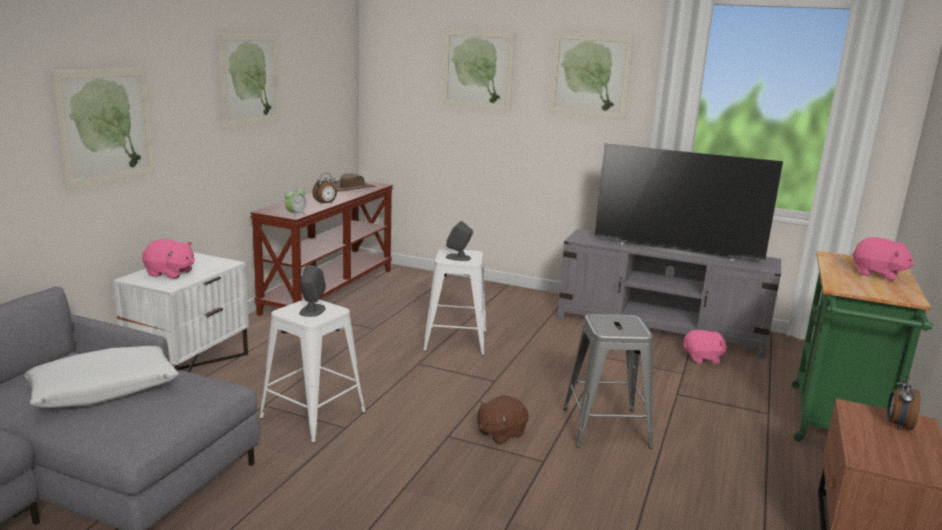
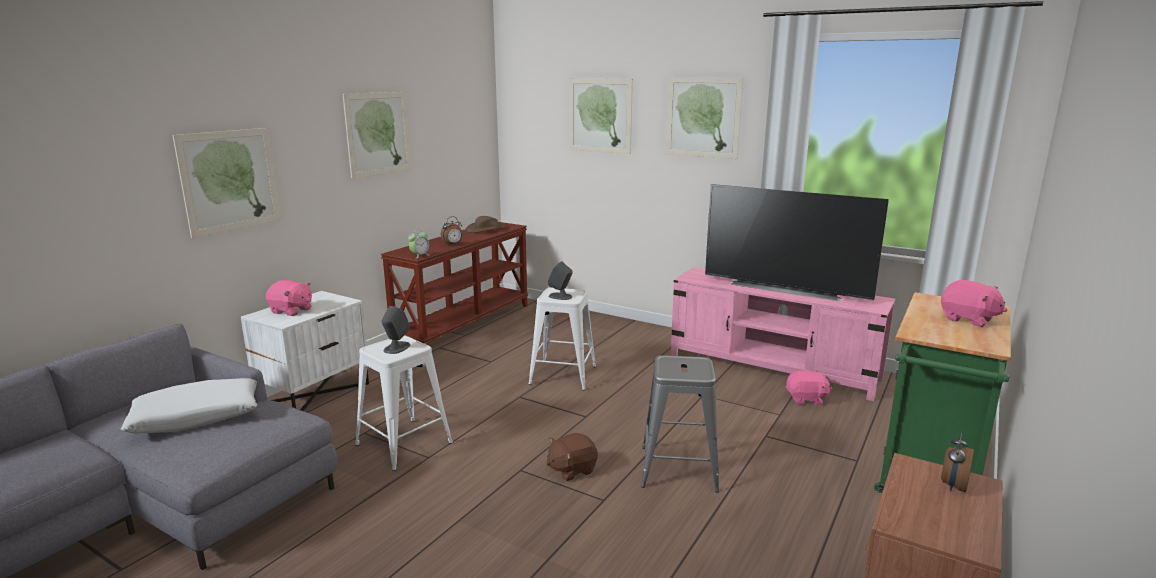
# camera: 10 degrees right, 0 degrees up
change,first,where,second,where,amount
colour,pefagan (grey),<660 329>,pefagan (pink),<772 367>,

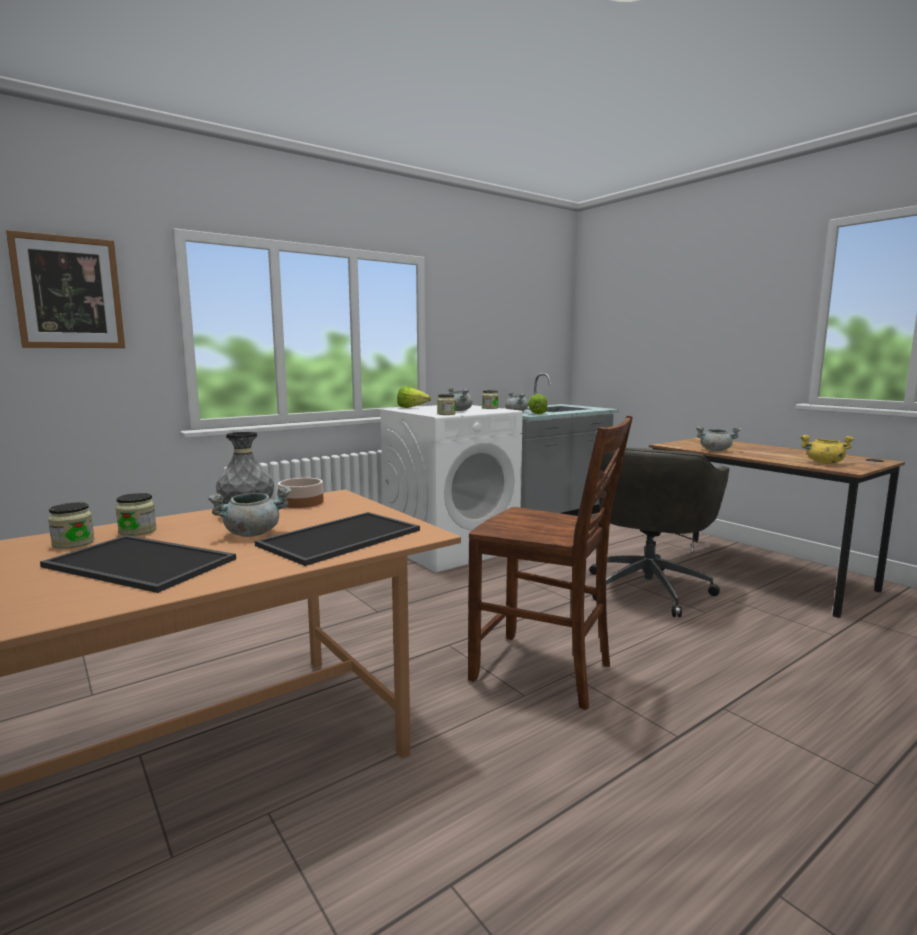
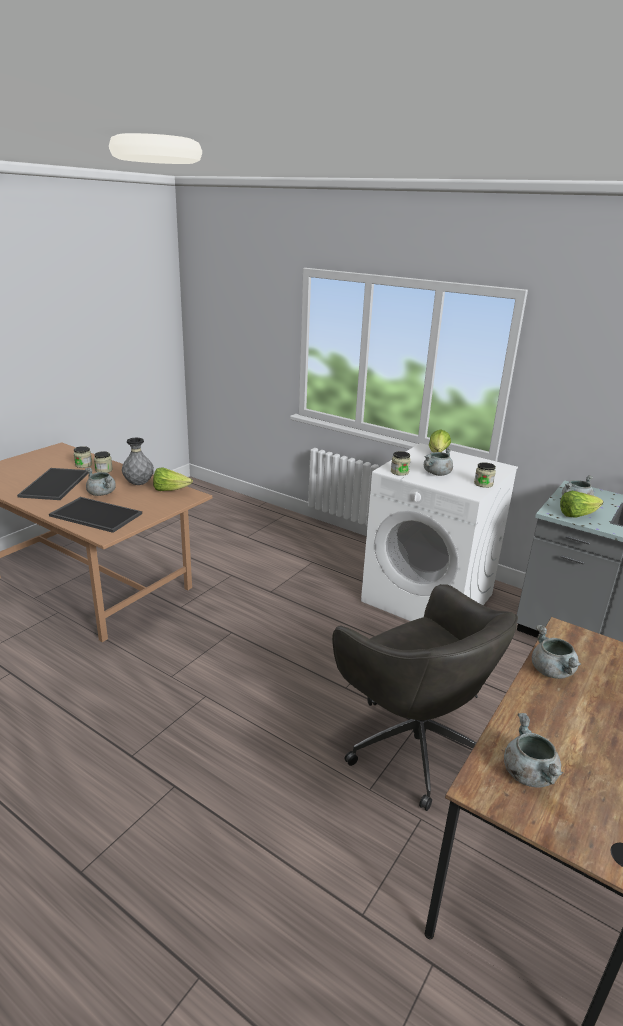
# camera: 70 degrees right, 15 degrees up
change,first,where,second,where,amount
missing,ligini,<68 292>,,,
missing,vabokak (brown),<544 672>,,,
exchanged,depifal,<300 502>,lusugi,<170 490>,
colour,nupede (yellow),<824 463>,nupede (grey),<528 773>,
spun,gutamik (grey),<649 588>,,<412 743>,135 degrees counterclockwise

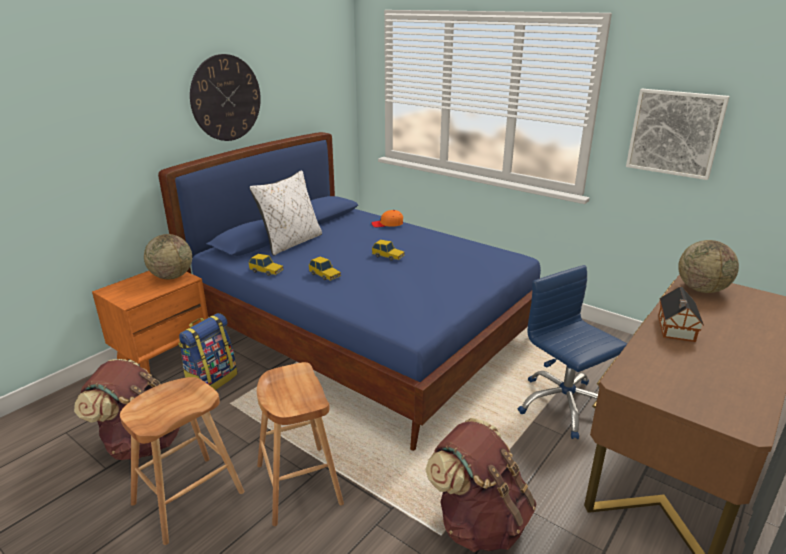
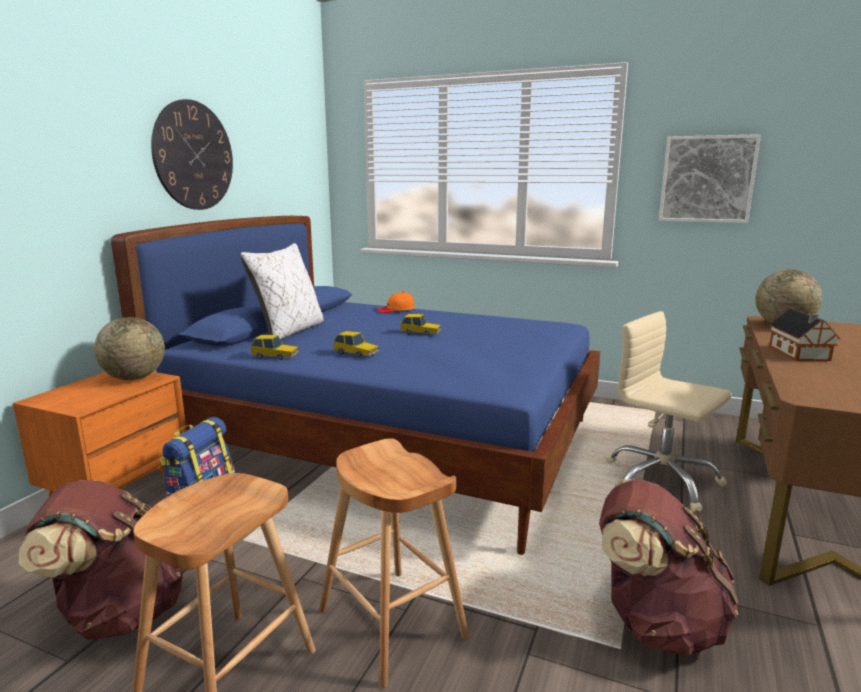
# camera: 15 degrees left, 10 degrees down
change,first,where,second,where,amount
colour,gutamik (blue),<564 405>,gutamik (beige),<661 481>,

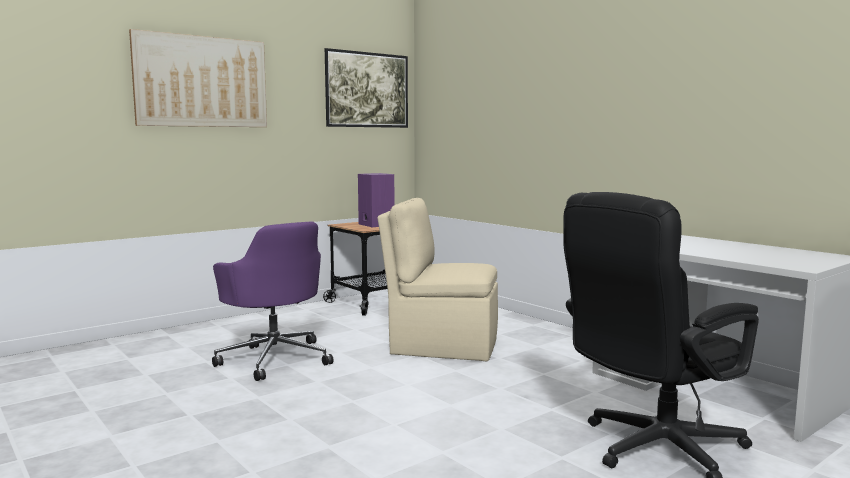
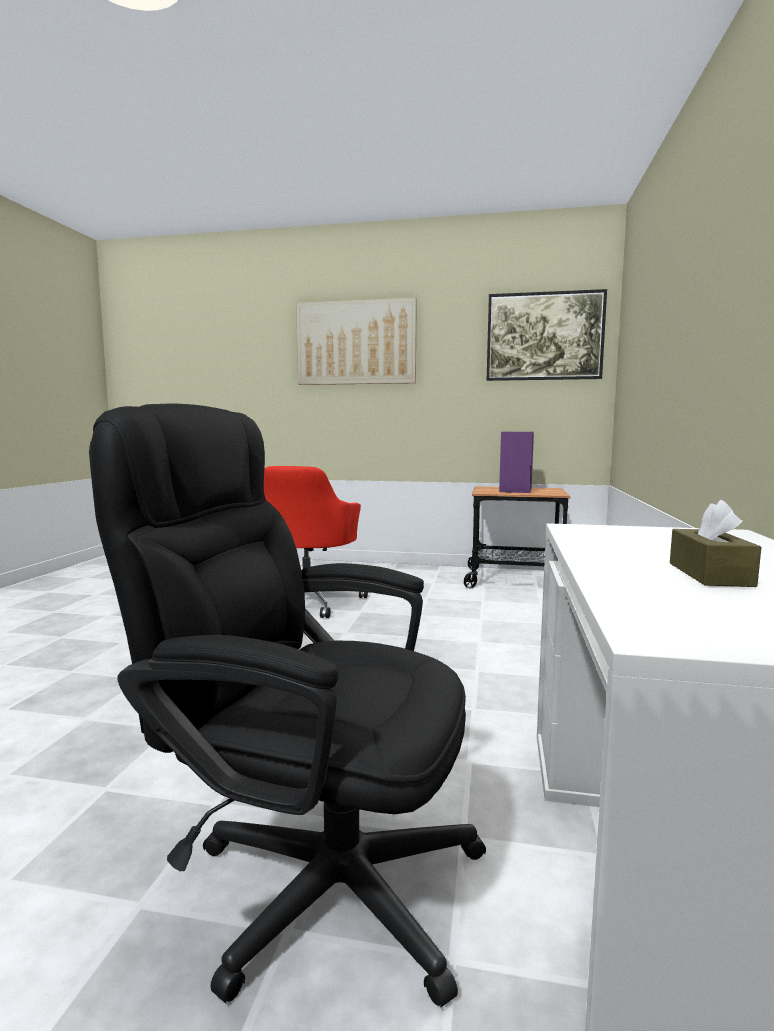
# camera: 50 degrees right, 0 degrees up
change,first,where,second,where,amount
missing,vabokak (beige),<441 346>,,,
appeared,,,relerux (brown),<709 574>,
colour,gutamik (purple),<275 358>,gutamik (red),<308 600>,

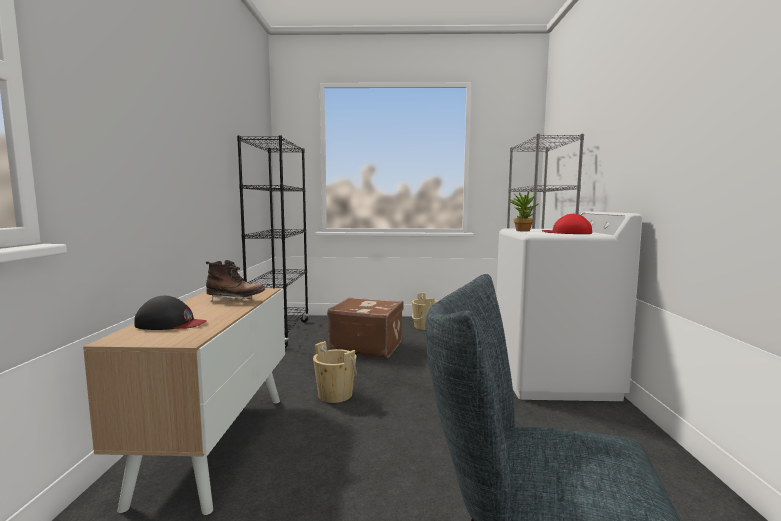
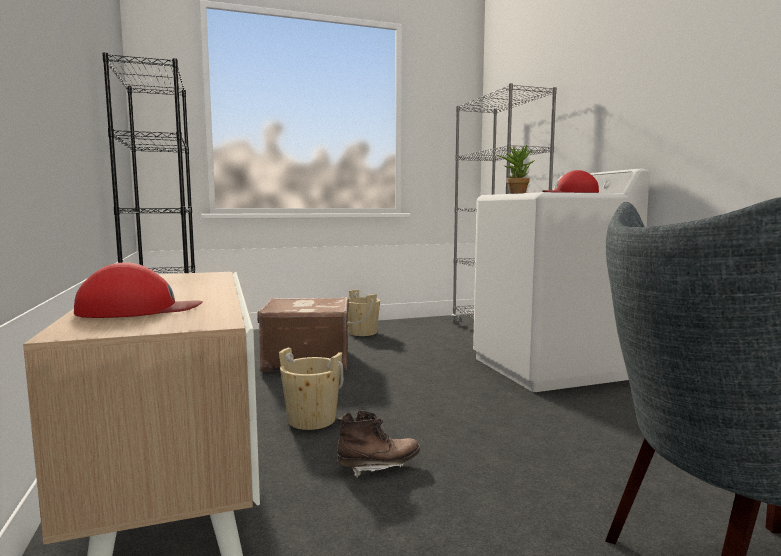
# camera: 20 degrees left, 0 degrees up
change,first,where,second,where,amount
relocated,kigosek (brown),<235 300>,,<378 466>,
colour,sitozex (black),<170 323>,sitozex (red),<138 309>,

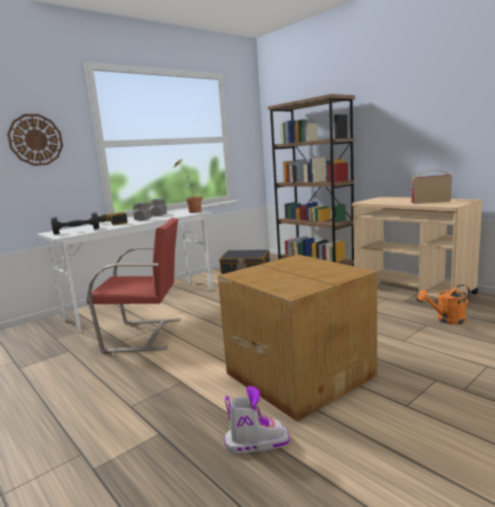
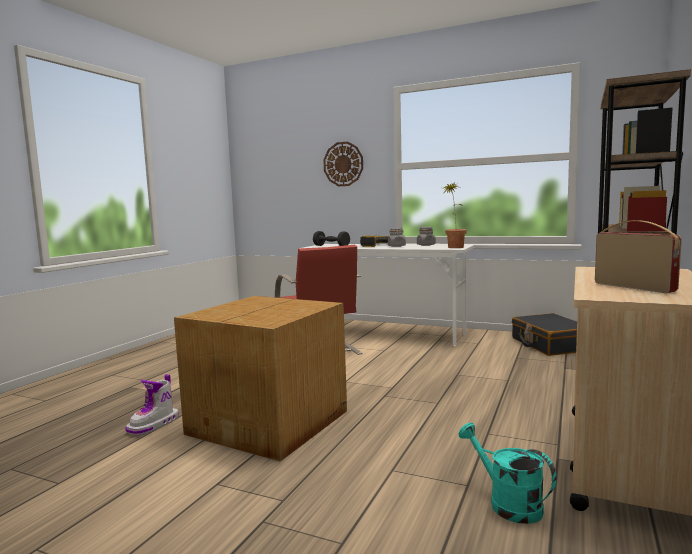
# camera: 65 degrees right, 5 degrees down
change,first,where,second,where,amount
colour,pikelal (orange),<446 320>,pikelal (turquoise),<507 503>,
spun,kigosek,<256 442>,,<154 425>,60 degrees clockwise

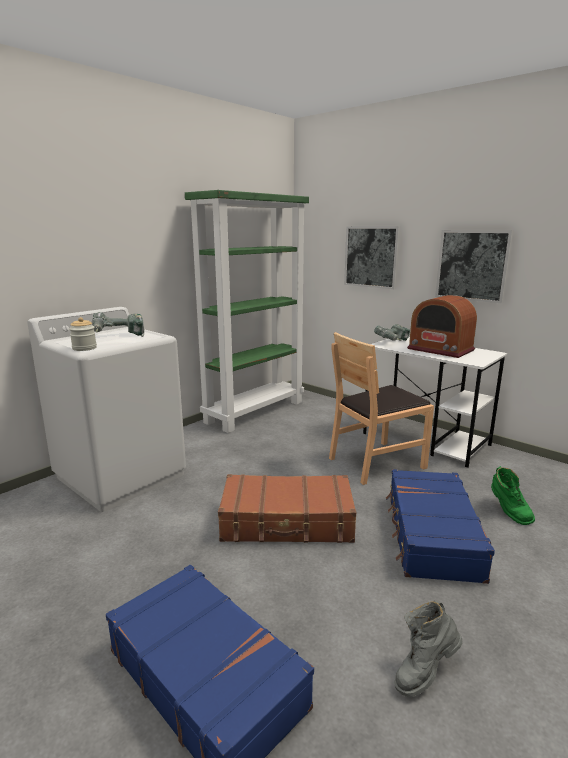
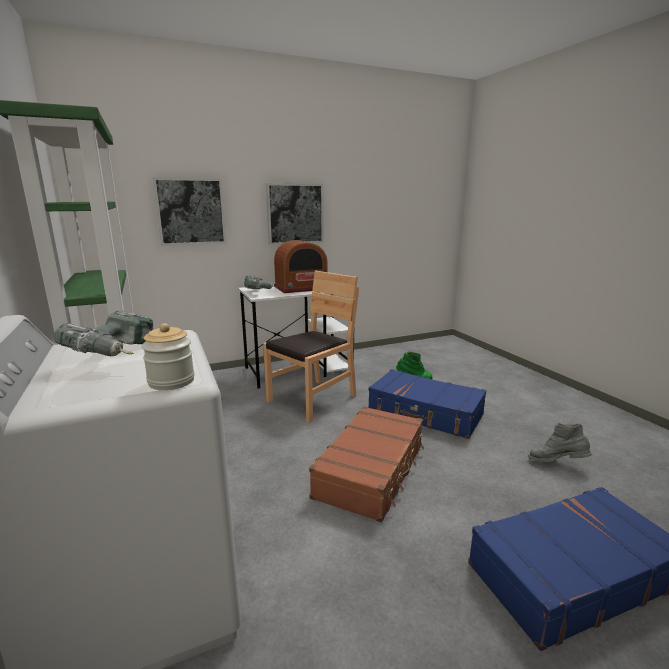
# camera: 65 degrees left, 0 degrees up
change,first,where,second,where,amount
spun,vabokak (brown),<376 462>,,<312 399>,135 degrees counterclockwise
spun,kigosek (grey),<424 671>,,<556 464>,120 degrees clockwise

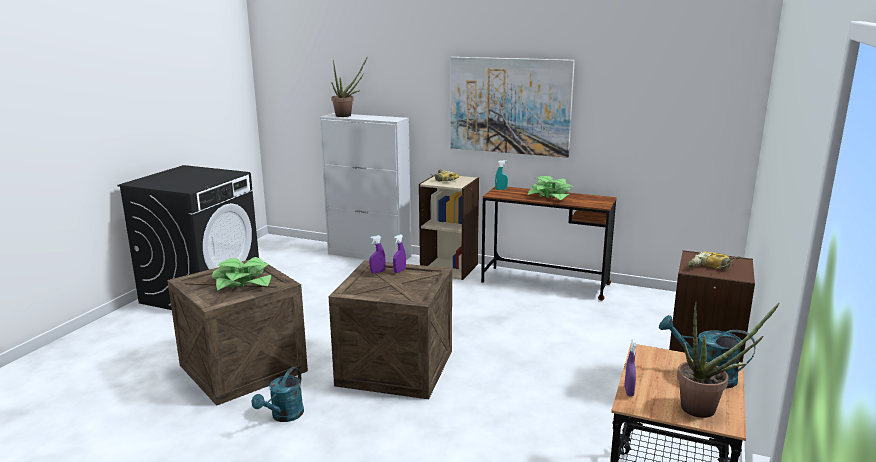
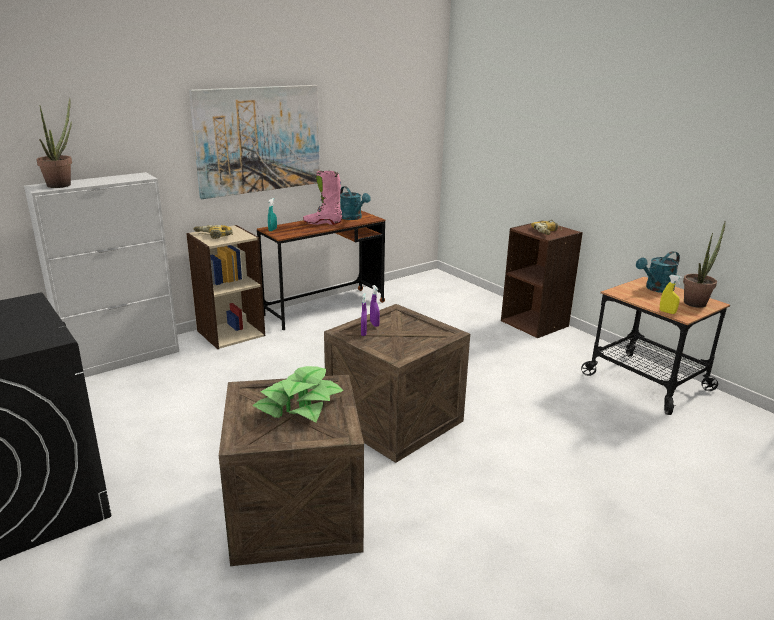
# camera: 60 degrees left, 5 degrees up
change,first,where,second,where,amount
relocated,pikelal (turquoise),<284 416>,,<353 218>,
exchanged,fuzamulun,<550 196>,kigosek (pink),<322 223>,
colour,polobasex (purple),<629 391>,polobasex (yellow),<667 312>,

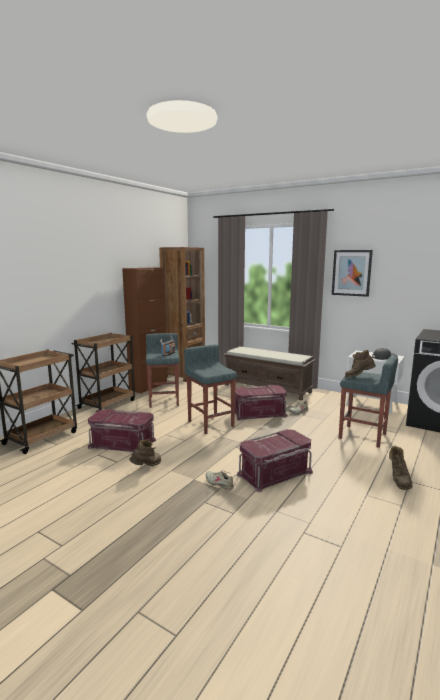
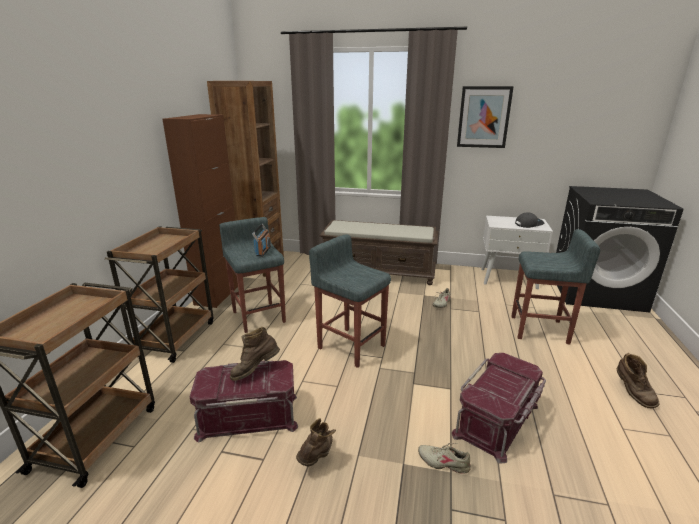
# camera: 20 degrees left, 10 degrees up
change,first,where,second,where,amount
missing,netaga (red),<259 413>,,,
relocated,kigosek (brown),<358 377>,,<255 371>,

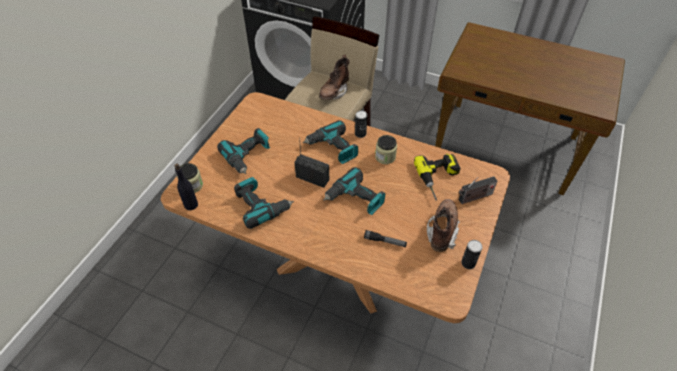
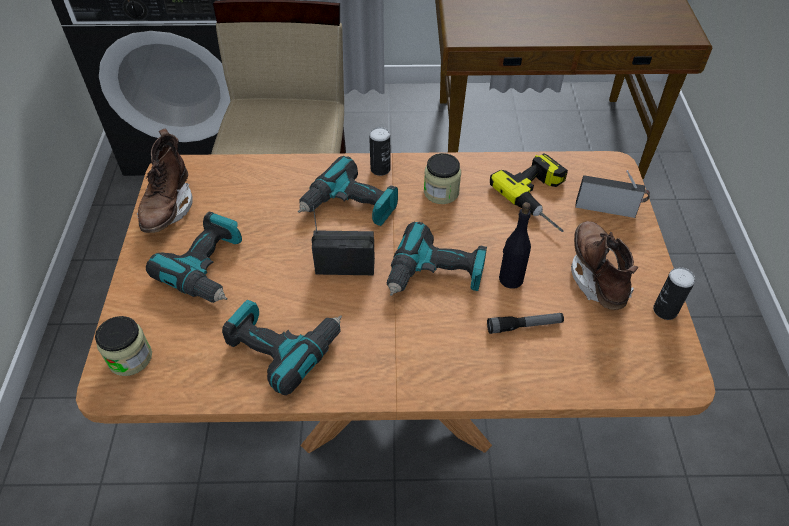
# camera: 25 degrees left, 0 degrees up
change,first,where,second,where,amount
relocated,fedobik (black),<191 204>,,<510 279>,
relocated,kigosek (brown),<334 92>,,<168 208>,
spun,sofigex,<474 198>,,<608 209>,120 degrees counterclockwise

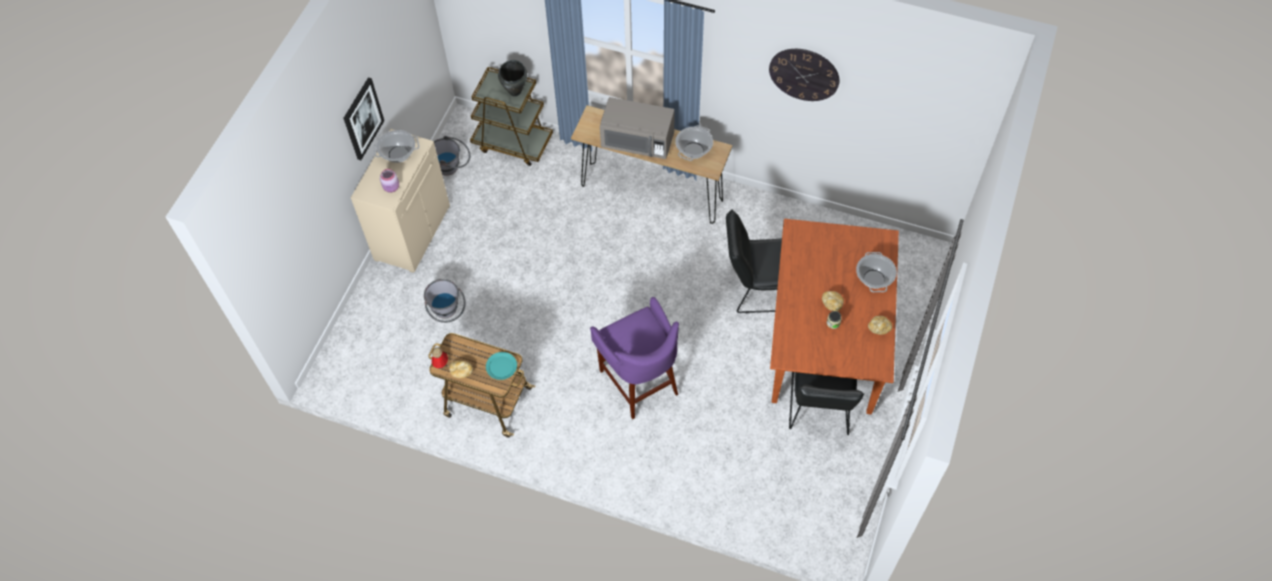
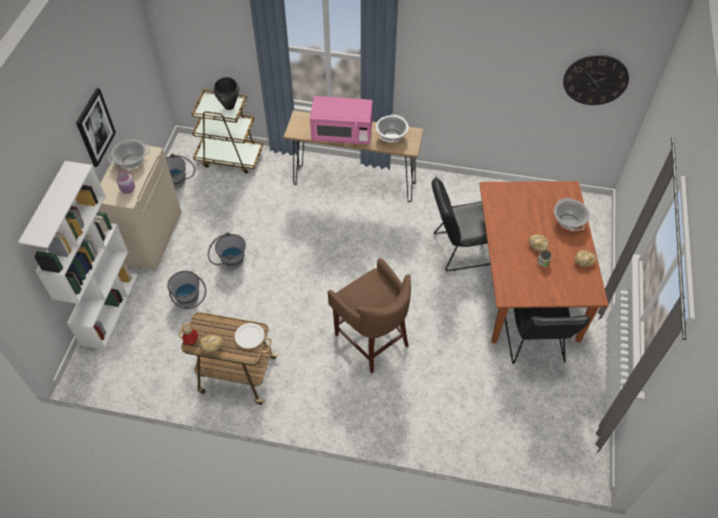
# camera: 10 degrees left, 5 degrees down
change,first,where,second,where,amount
appeared,,,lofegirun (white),<109 308>,
appeared,,,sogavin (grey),<229 261>,
relocated,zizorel,<804 74>,,<595 80>,
colour,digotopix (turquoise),<501 366>,digotopix (white),<249 336>,
colour,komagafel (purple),<640 380>,komagafel (brown),<372 338>,
colour,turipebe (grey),<637 141>,turipebe (pink),<342 133>,

